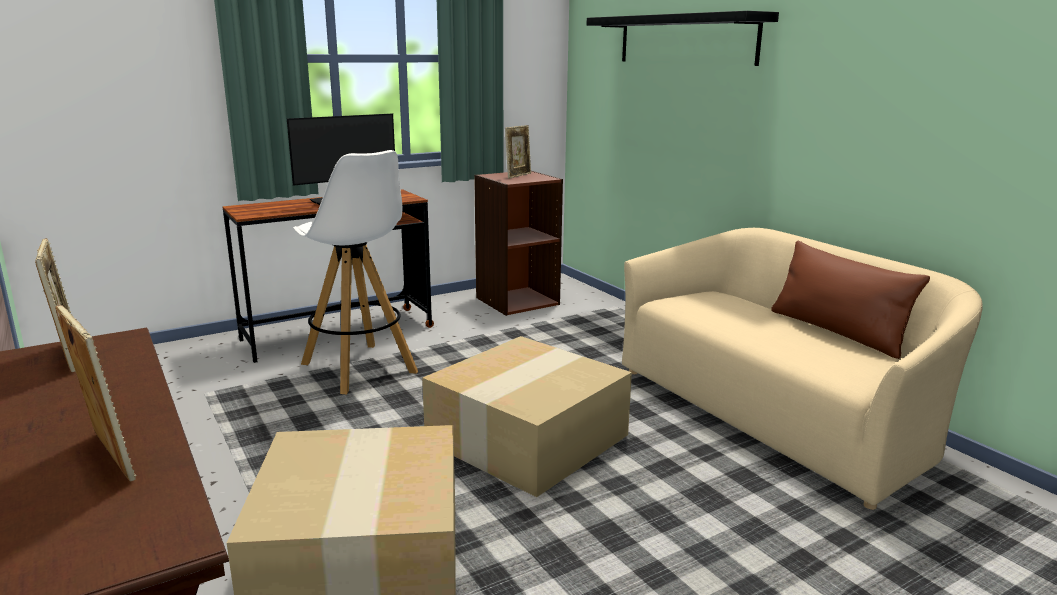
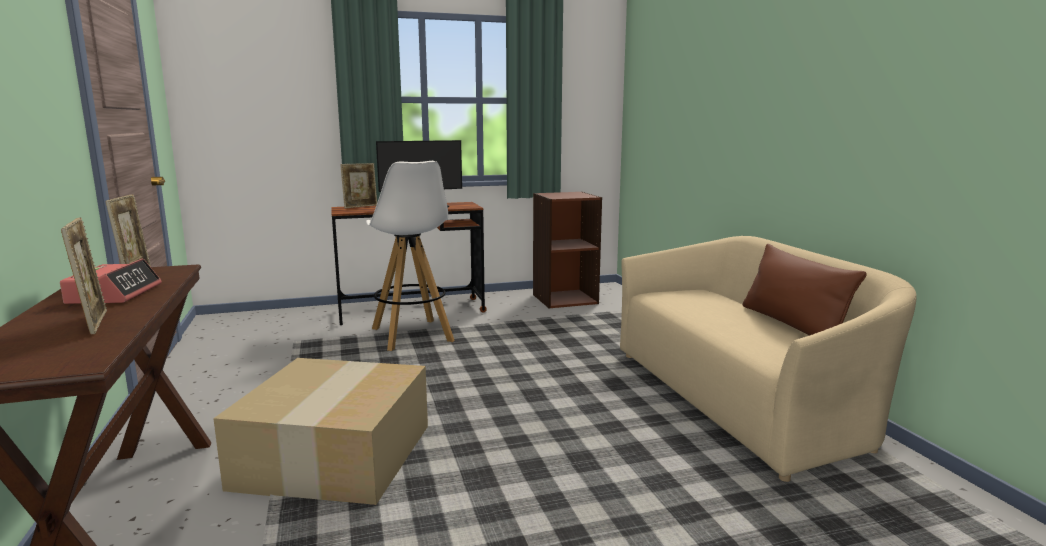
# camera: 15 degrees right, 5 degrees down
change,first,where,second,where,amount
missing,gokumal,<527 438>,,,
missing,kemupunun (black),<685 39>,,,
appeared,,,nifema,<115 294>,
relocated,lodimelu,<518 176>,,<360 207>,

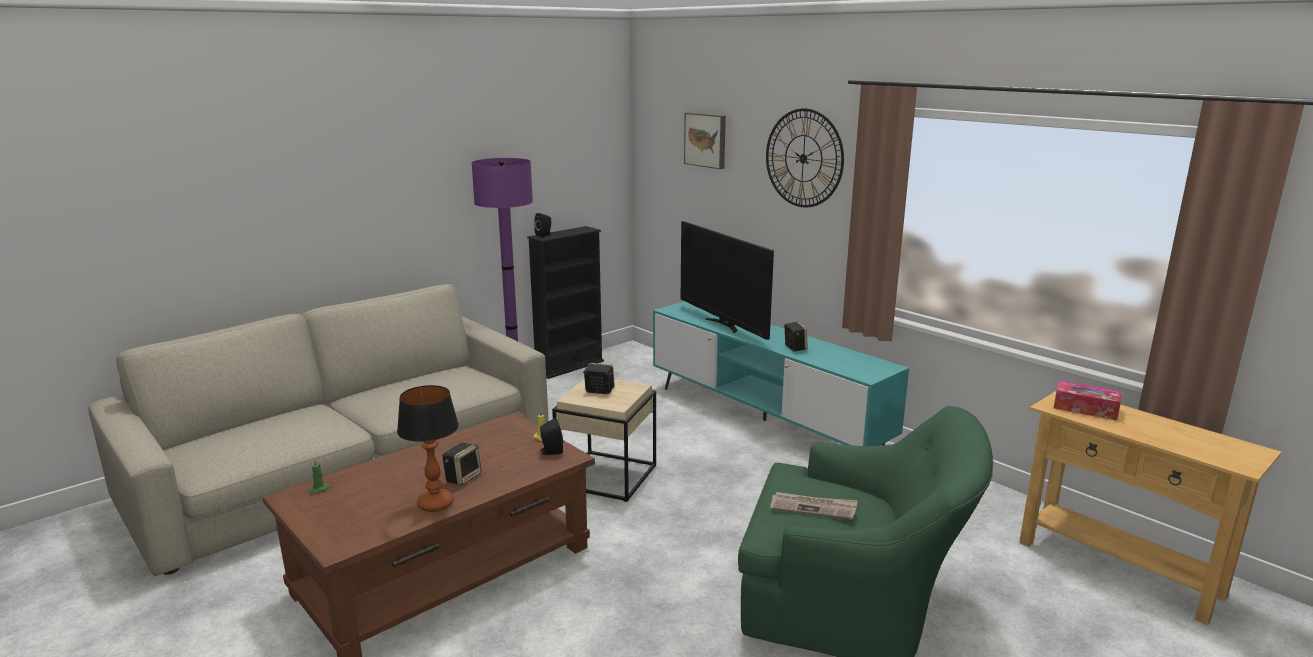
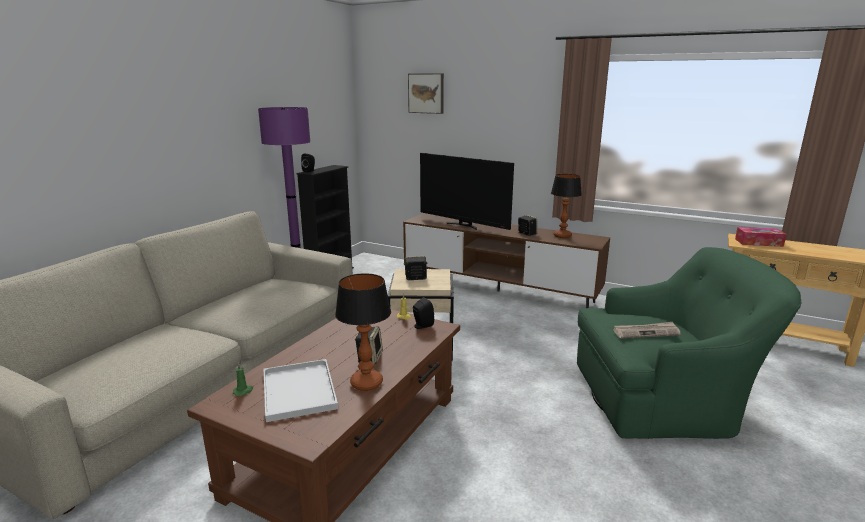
# camera: 20 degrees left, 0 degrees up
change,first,where,second,where,amount
missing,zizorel,<803 158>,,,
appeared,,,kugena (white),<297 389>,
appeared,,,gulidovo,<562 236>,
colour,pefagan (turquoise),<764 420>,pefagan (brown),<498 291>,

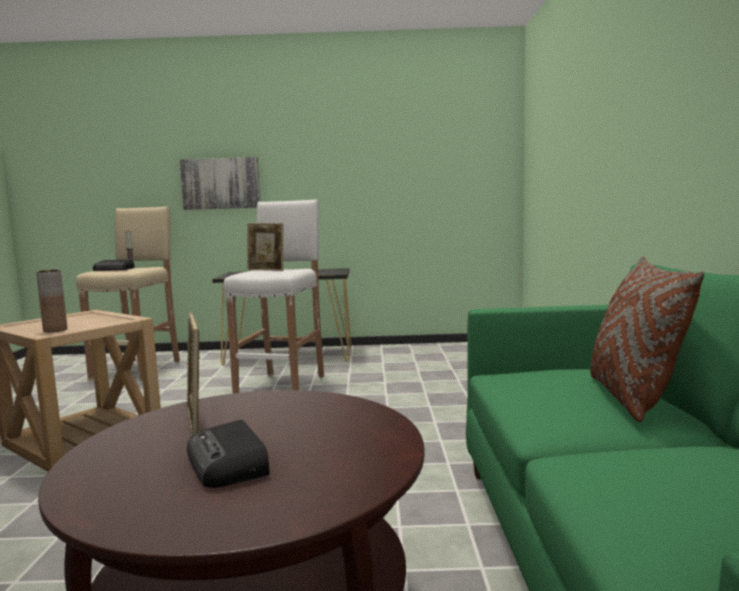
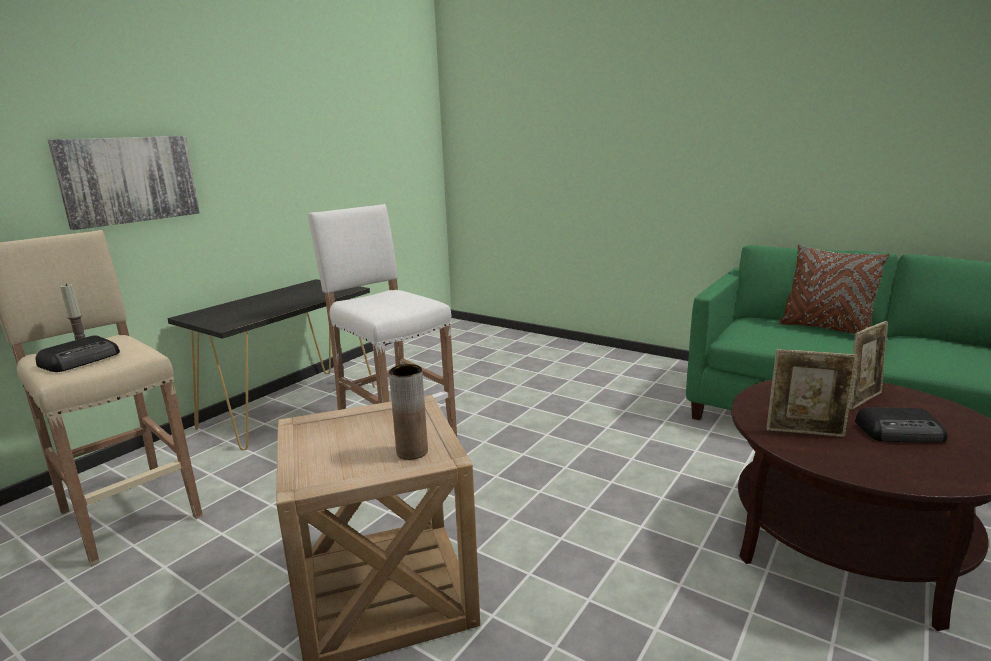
# camera: 55 degrees left, 10 degrees up
change,first,where,second,where,amount
relocated,lodimelu,<266 270>,,<862 400>,

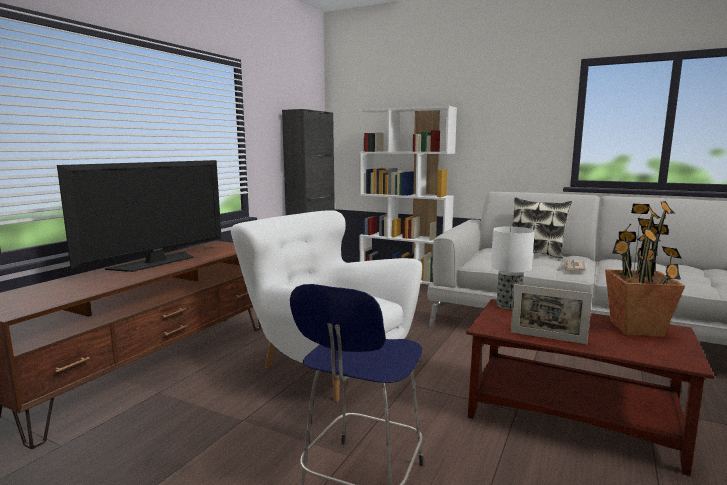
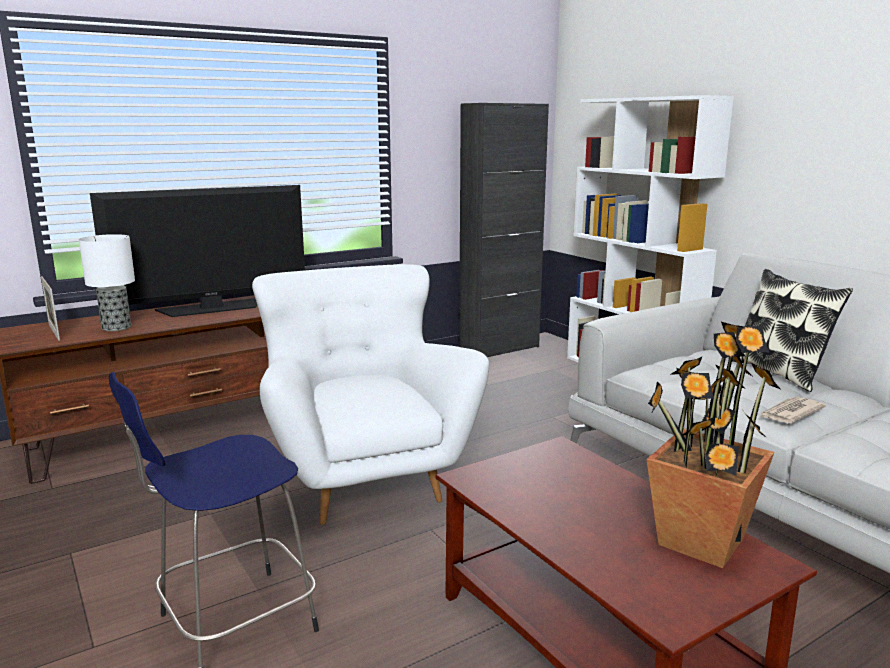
# camera: 30 degrees right, 5 degrees up
change,first,where,second,where,amount
relocated,gulidovo,<508 306>,,<115 327>,
relocated,lodimelu,<547 338>,,<54 332>,

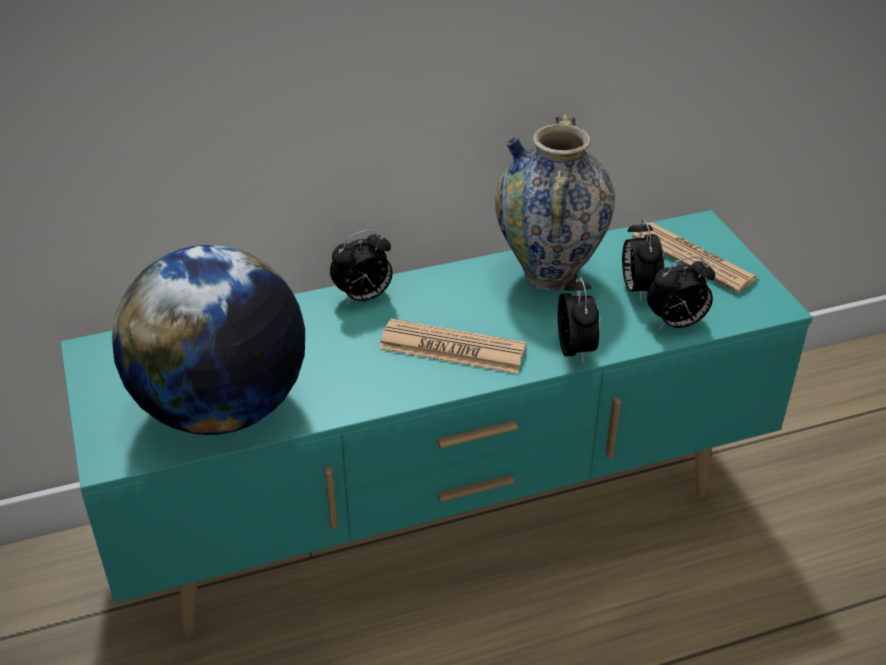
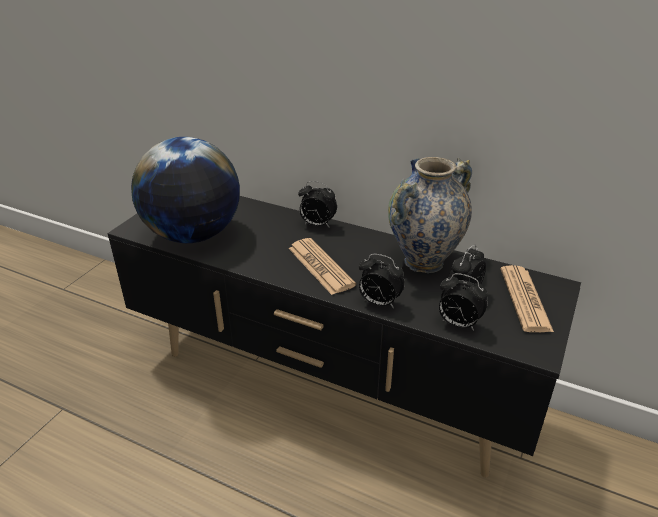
# camera: 45 degrees right, 5 degrees down
change,first,where,second,where,amount
colour,pefagan (turquoise),<444 519>,pefagan (black),<330 385>,
spun,nifema,<575 350>,,<378 303>,75 degrees clockwise

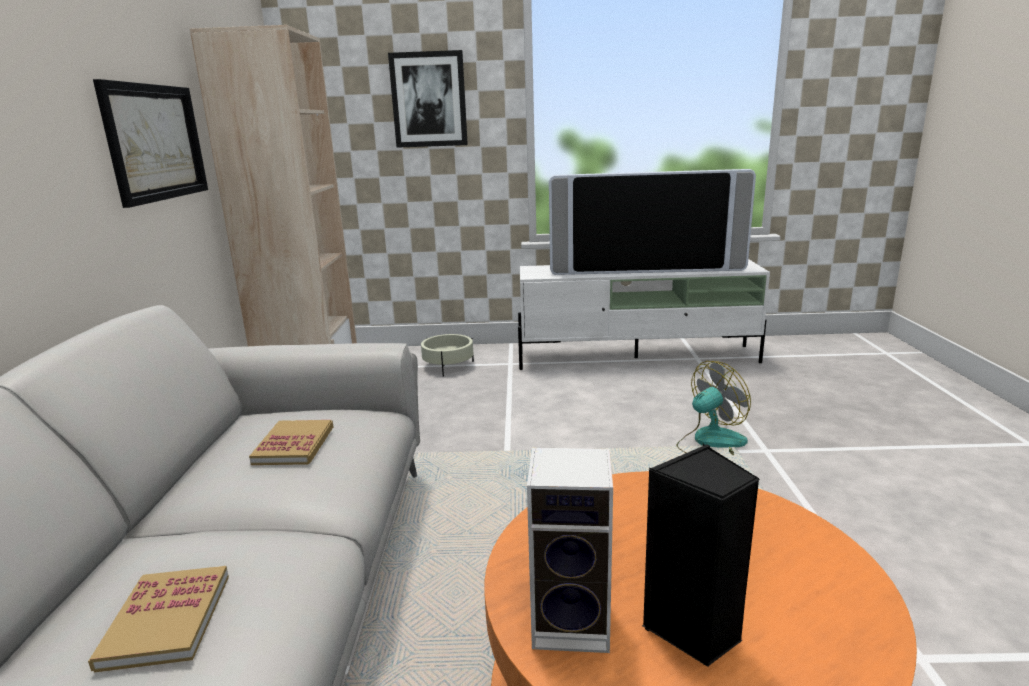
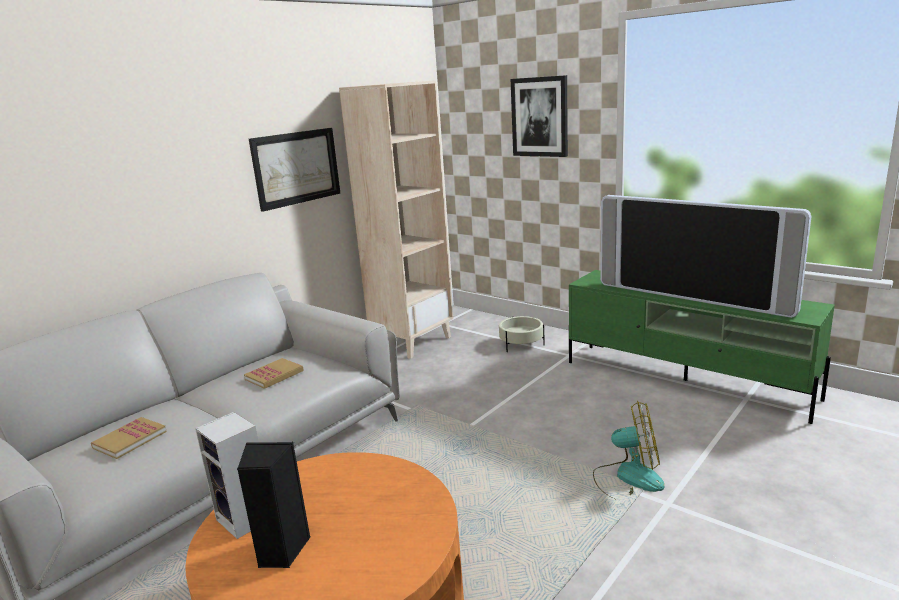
# camera: 40 degrees right, 0 degrees up
change,first,where,second,where,amount
colour,pefagan (white),<637 357>,pefagan (green),<686 380>,

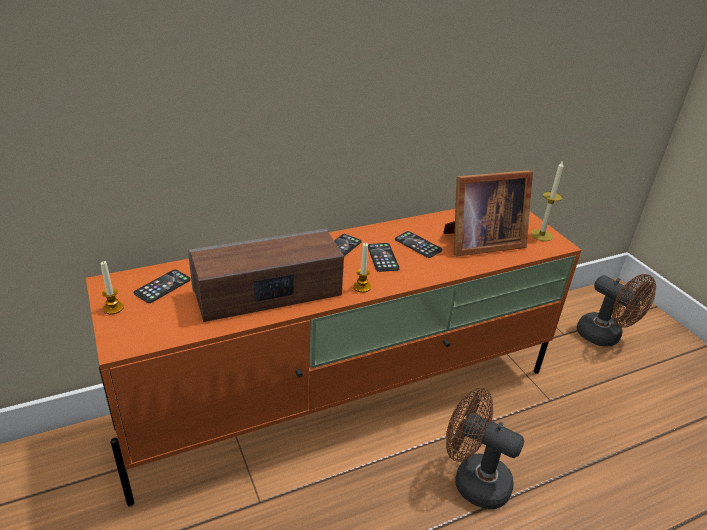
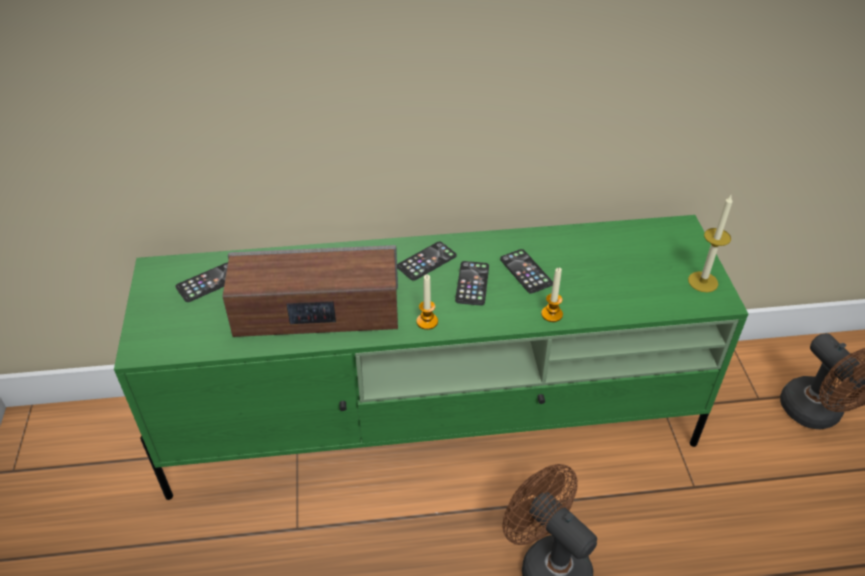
# camera: 20 degrees right, 10 degrees up
change,first,where,second,where,amount
missing,lodimelu,<479 243>,,,
relocated,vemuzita,<113 308>,,<552 314>,
colour,pefagan (orange),<346 397>,pefagan (green),<435 427>,

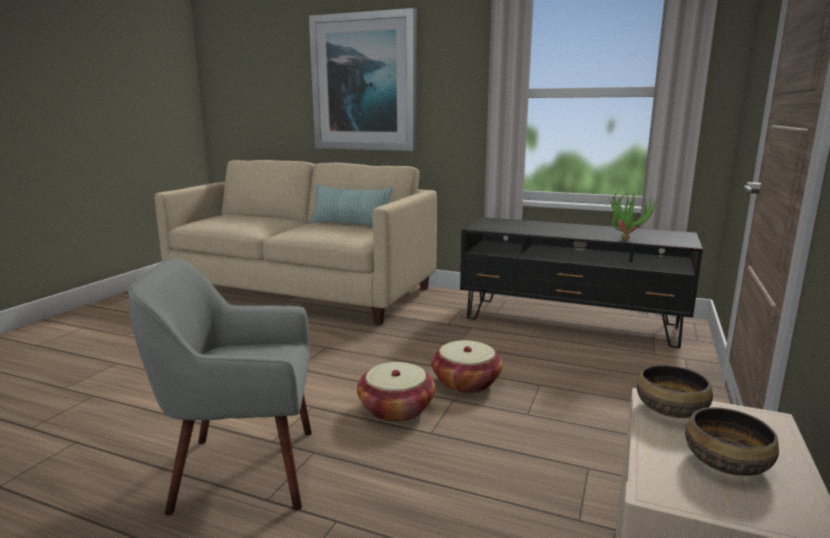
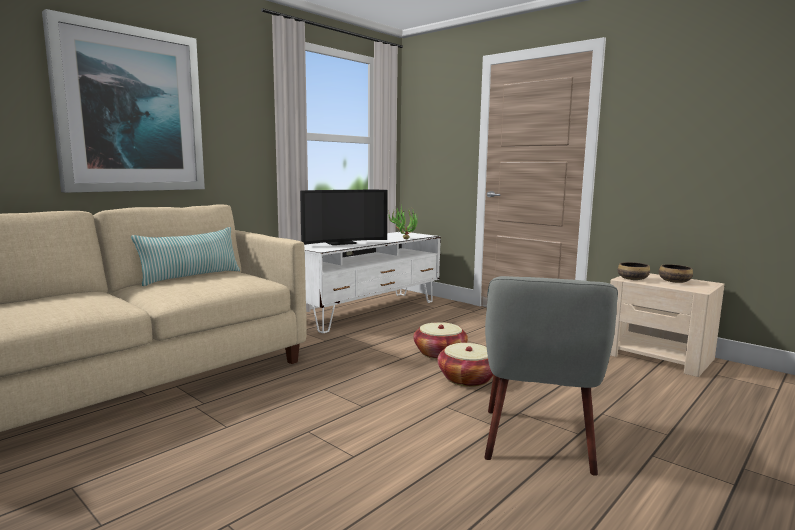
# camera: 70 degrees left, 5 degrees down
change,first,where,second,where,amount
appeared,,,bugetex,<341 243>,
colour,pefagan (black),<570 322>,pefagan (white),<368 311>,

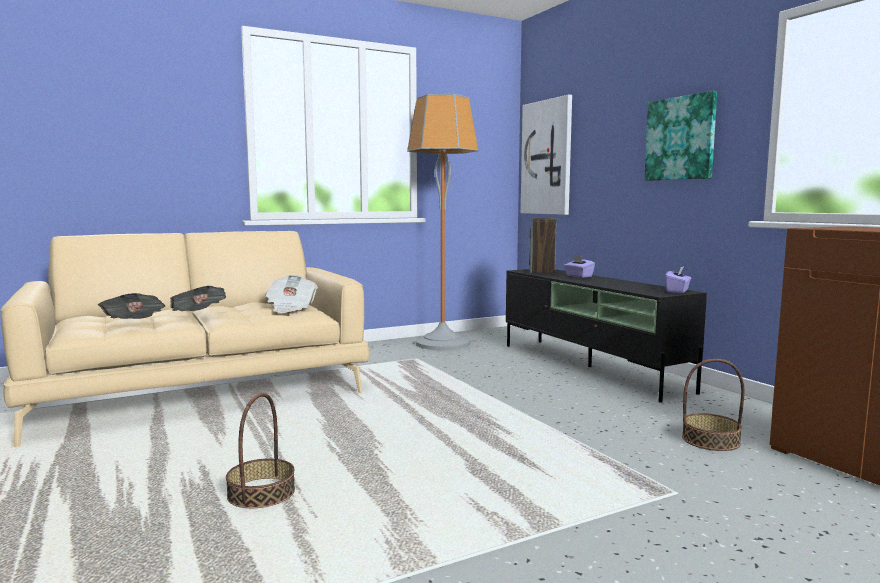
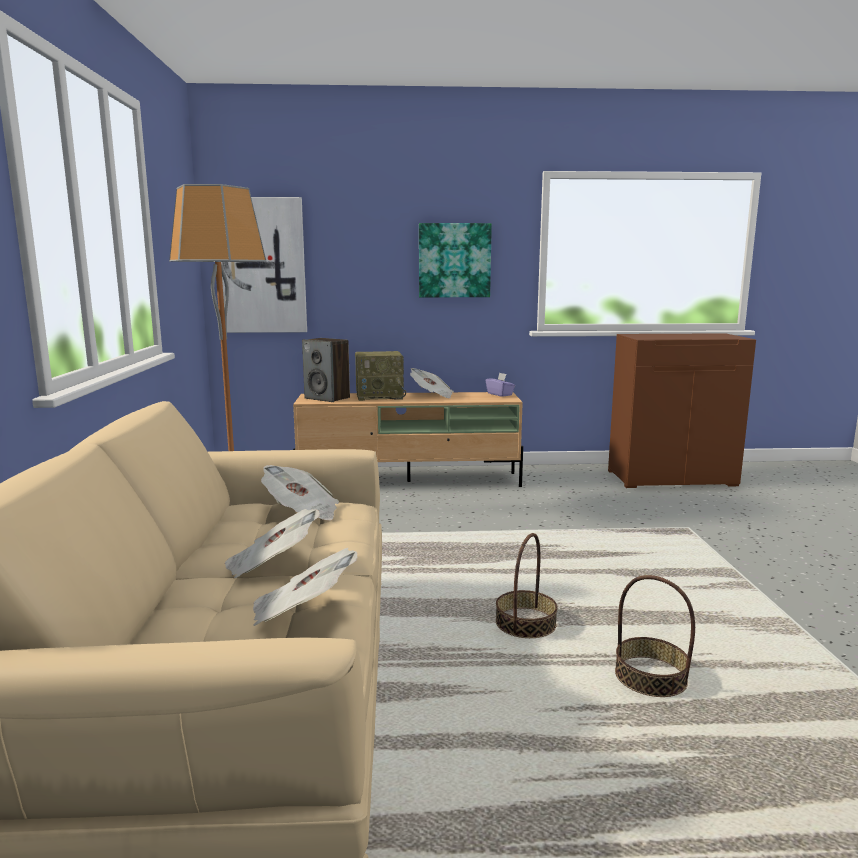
# camera: 65 degrees left, 5 degrees up
change,first,where,second,where,amount
appeared,,,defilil,<432 395>,
relocated,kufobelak,<710 440>,,<525 623>,
exchanged,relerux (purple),<578 276>,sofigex,<380 396>,
colour,pefagan (black),<590 367>,pefagan (beige),<410 481>,

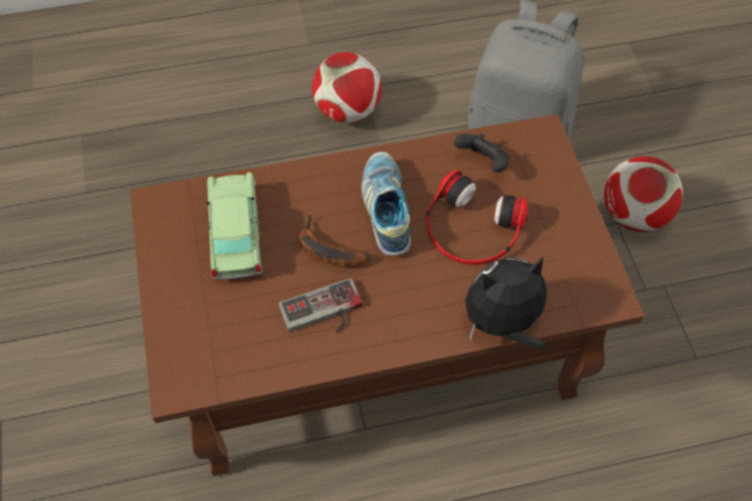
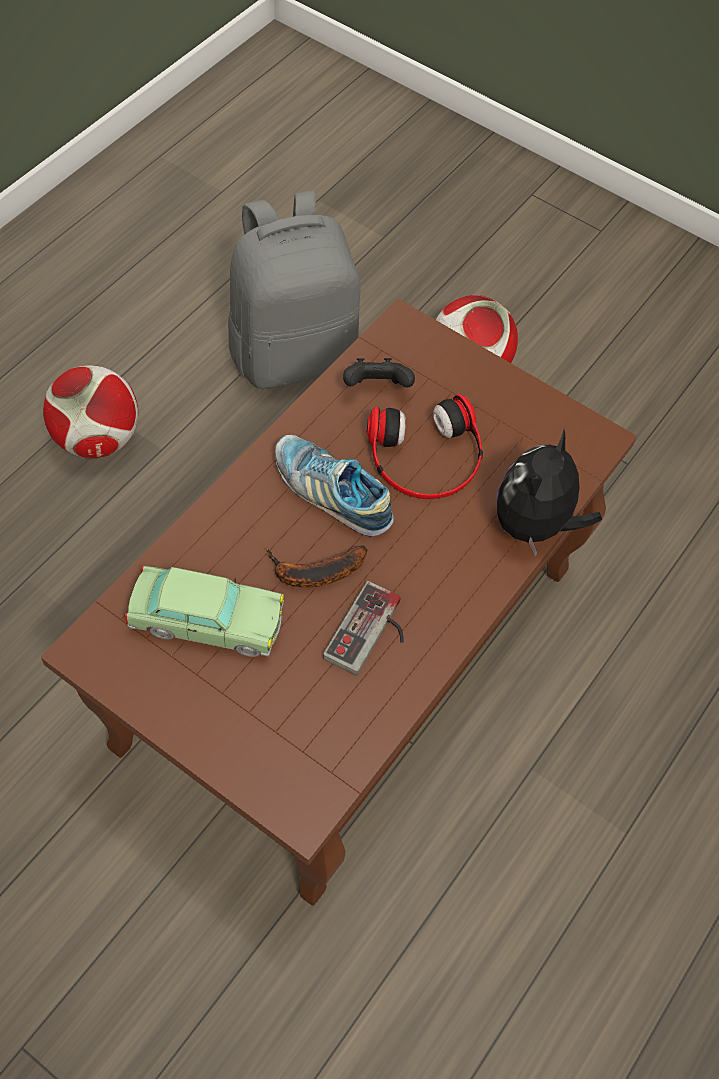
# camera: 45 degrees left, 0 degrees up
change,first,where,second,where,amount
spun,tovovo,<236 234>,,<207 621>,150 degrees clockwise

